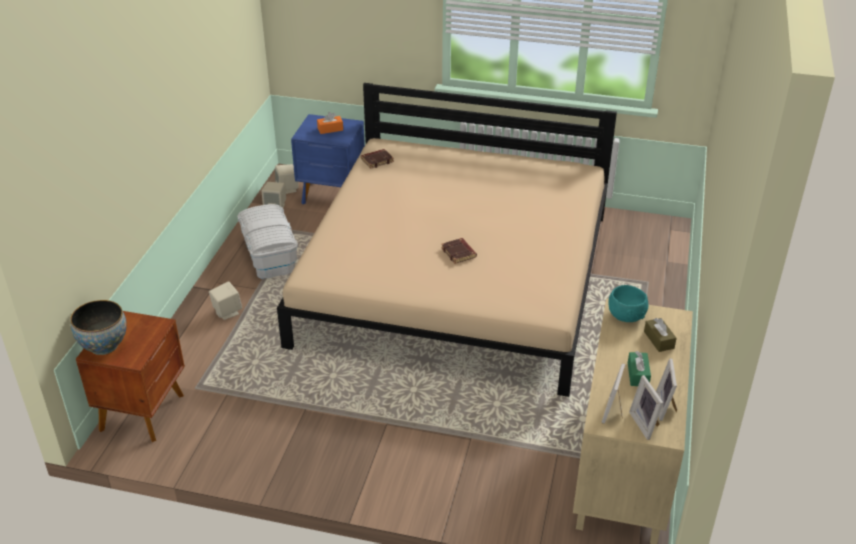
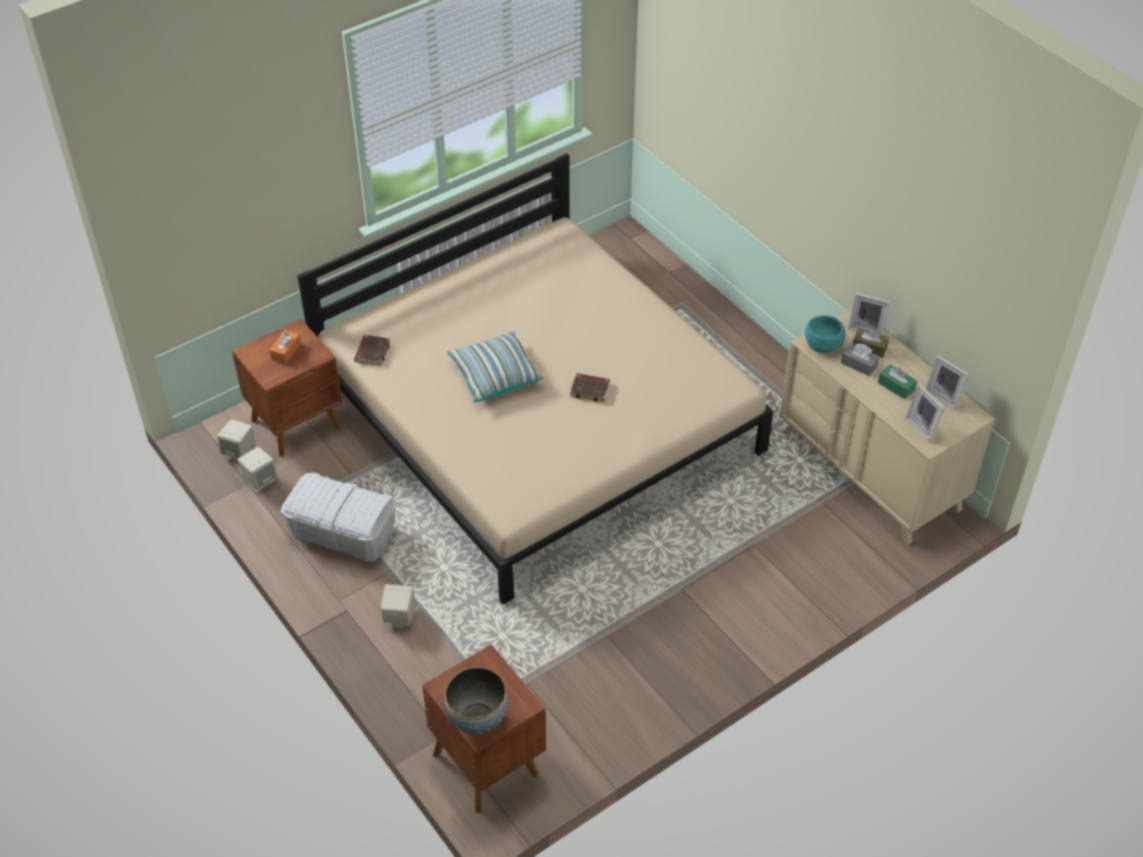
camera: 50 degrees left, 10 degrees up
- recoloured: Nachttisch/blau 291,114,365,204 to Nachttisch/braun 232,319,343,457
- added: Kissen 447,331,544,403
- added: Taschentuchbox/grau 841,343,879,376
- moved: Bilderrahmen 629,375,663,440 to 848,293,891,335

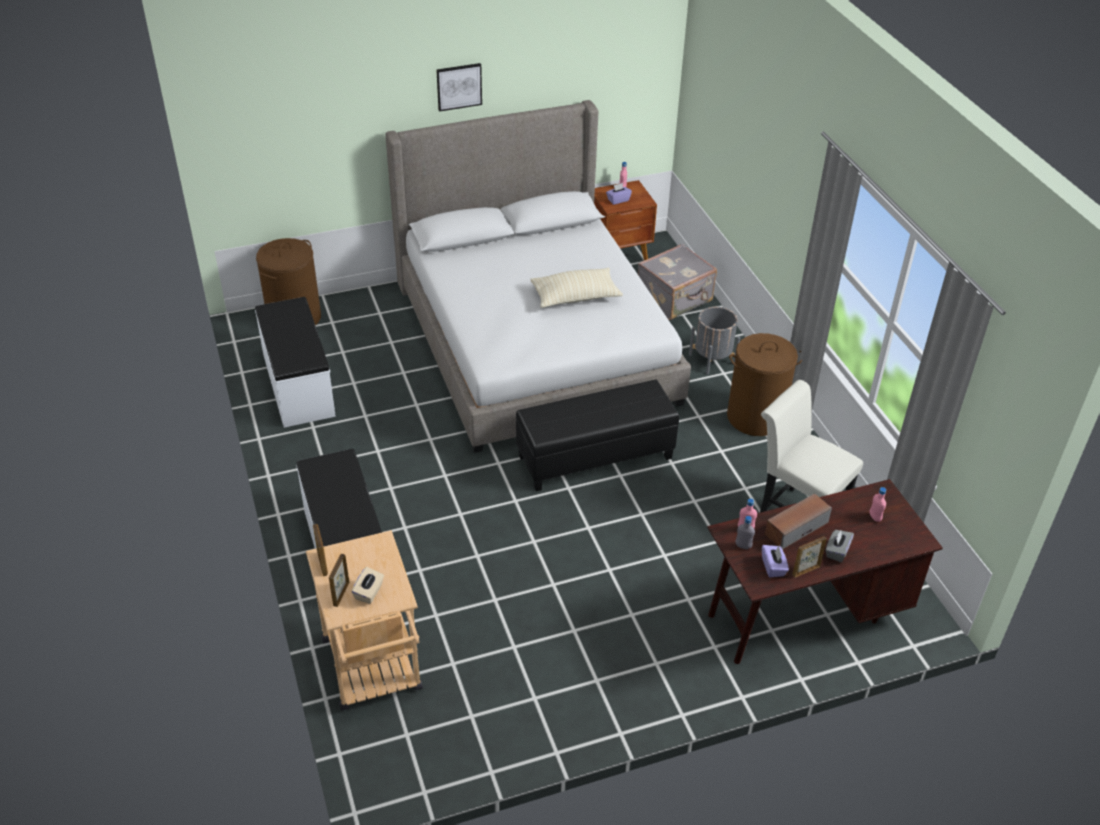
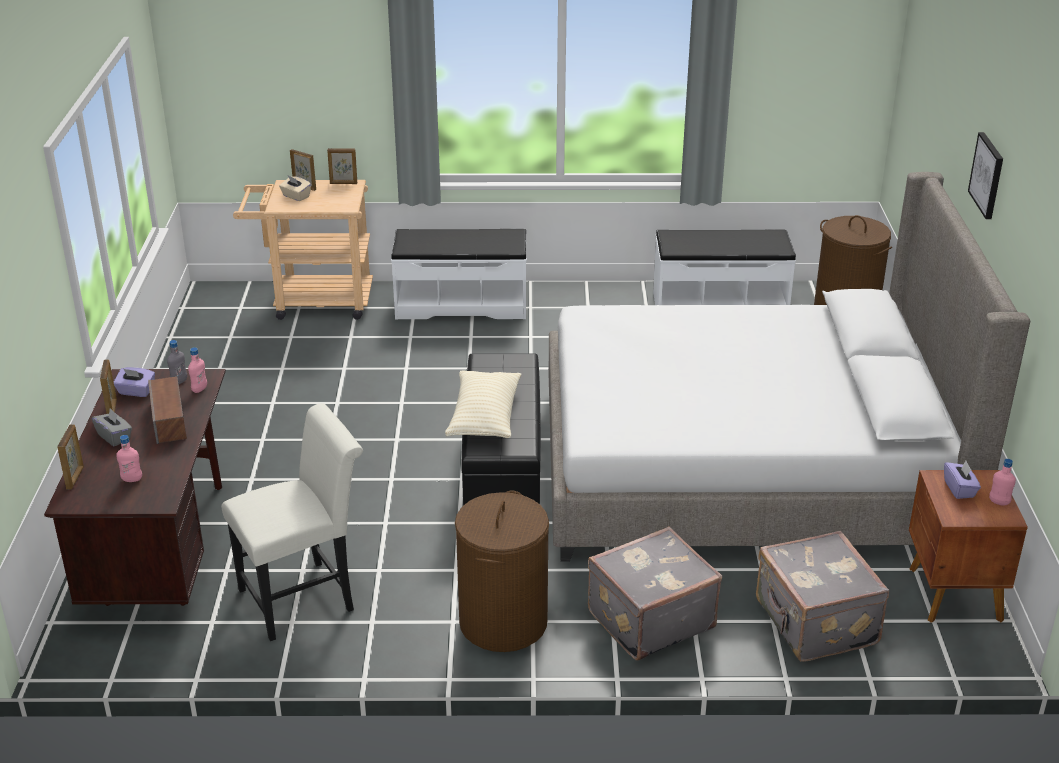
camera: 110 degrees right, 10 degrees down
- added: Bilderrahmen 57,424,84,490
- moved: Kissen/beige 530,268,623,308 to 445,370,521,438
- replaced: Pflanzkübel/grau 689,307,740,374 to Koffer/grau 588,526,722,661

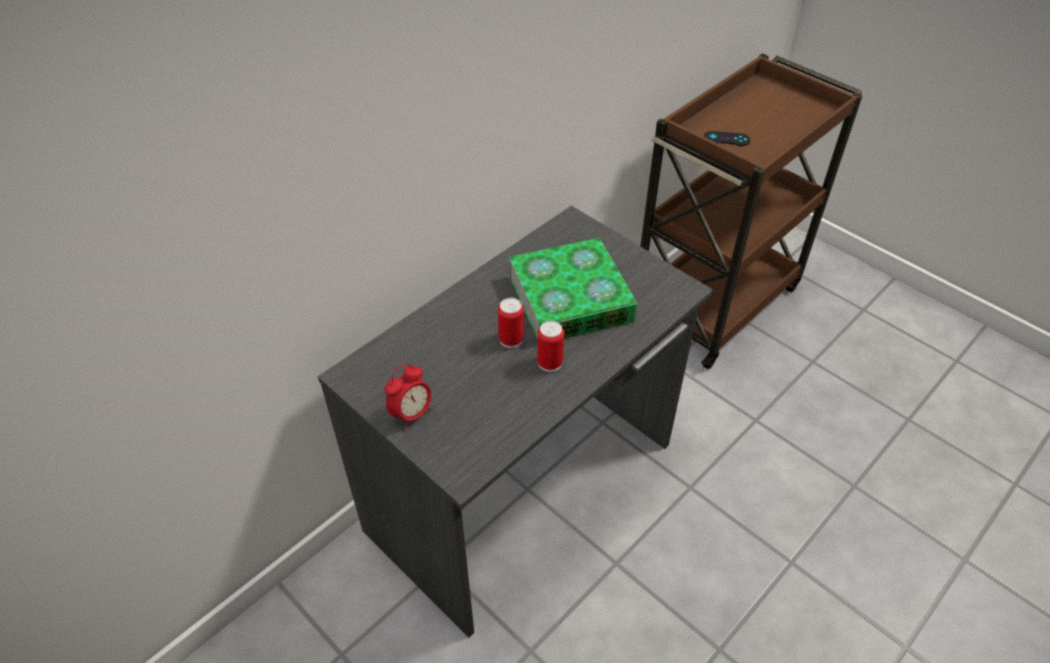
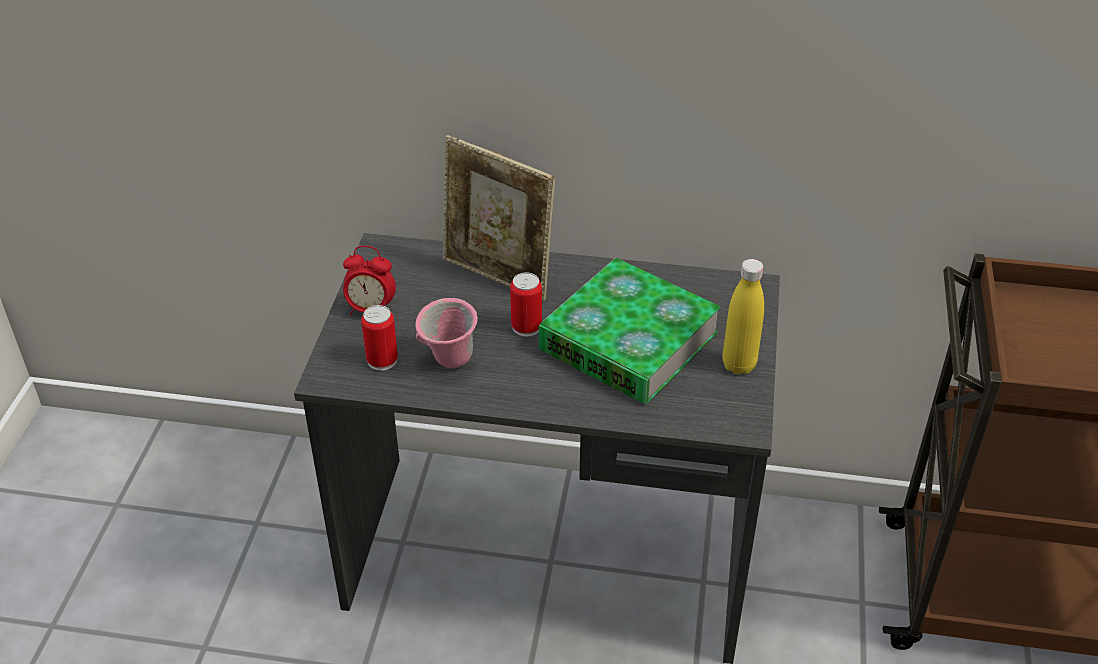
camera: 55 degrees right, 5 degrees down
- moved: Dose 537,321,564,372 to 361,305,398,371
- added: Henkelbecher/rosa 415,298,478,368
- added: Bilderrahmen 443,135,555,302
- added: Flasche/gelb 722,259,764,375
- removed: Gamepad/schwarz 704,131,751,146

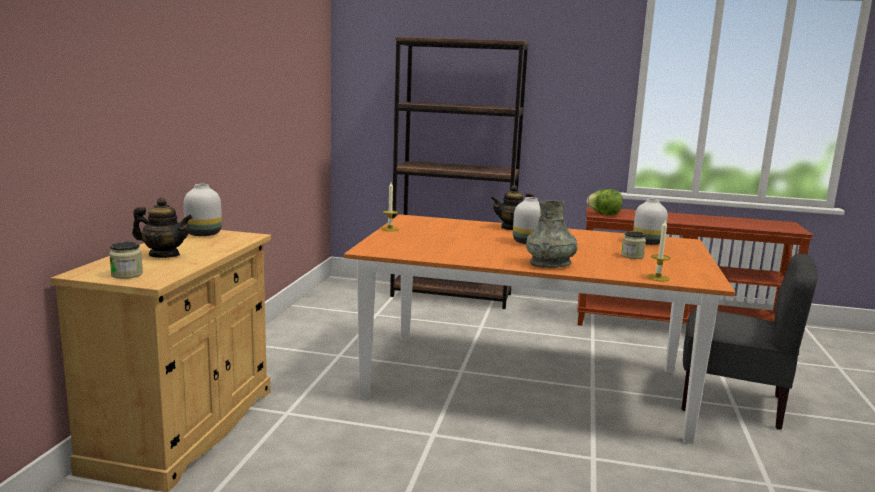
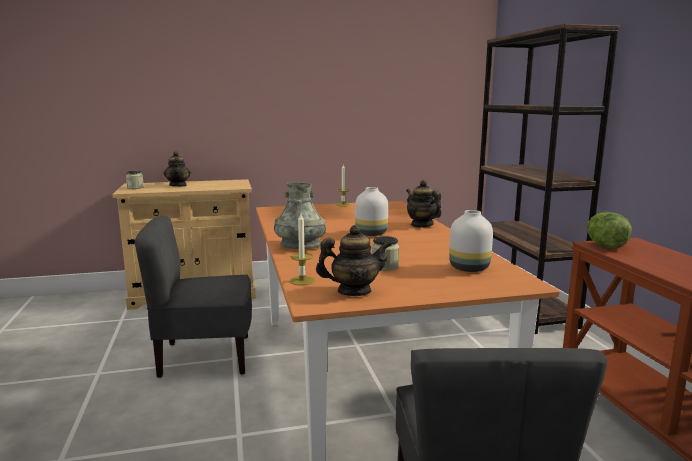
camera: 65 degrees right, 0 degrees up
- added: Stuhl/grau 134,216,252,378
- added: Teekanne 316,225,392,296
- removed: Vase/weiß 183,184,222,236

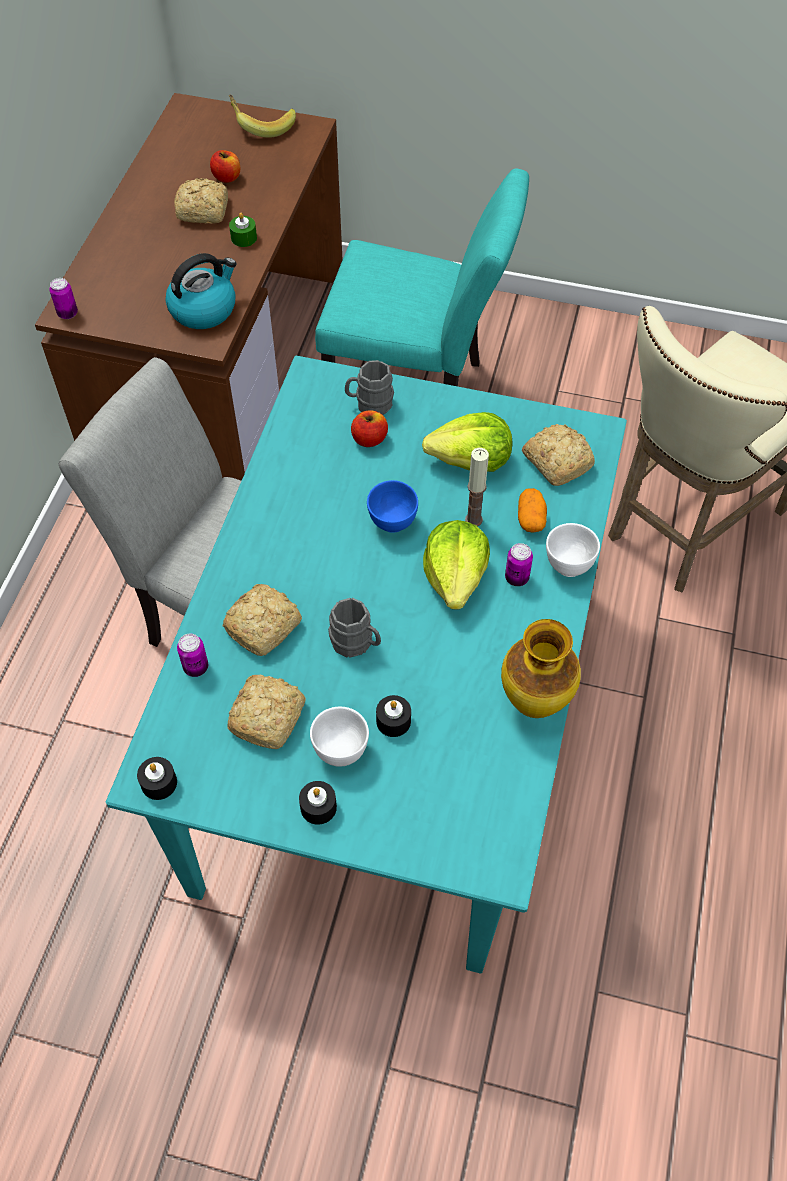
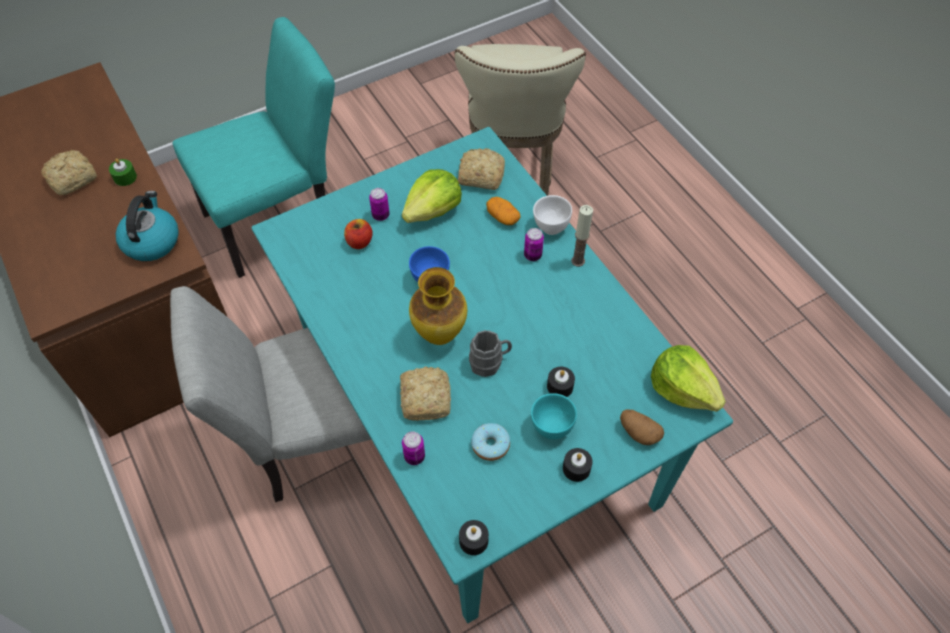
camera: 45 degrees left, 0 degrees up
- moved: Dose 49,278,78,319 to 369,188,389,221
- moved: Vase 501,619,581,718 to 409,267,467,345
- replaced: Brot 227,674,306,749 to Donut 471,423,510,461
- recoloured: Schüssel/weiß 310,707,369,767 to Schüssel/türkis 531,393,577,440
- moved: Kerze 465,448,489,527 to 571,205,593,267
- added: Kartoffel 620,410,664,445
- moved: Salatkopf 423,520,490,610 to 651,345,726,412
- removed: Apfel 210,150,240,183
- removed: Banane 229,95,296,138
- removed: Henkelbecher/grau 345,360,394,415

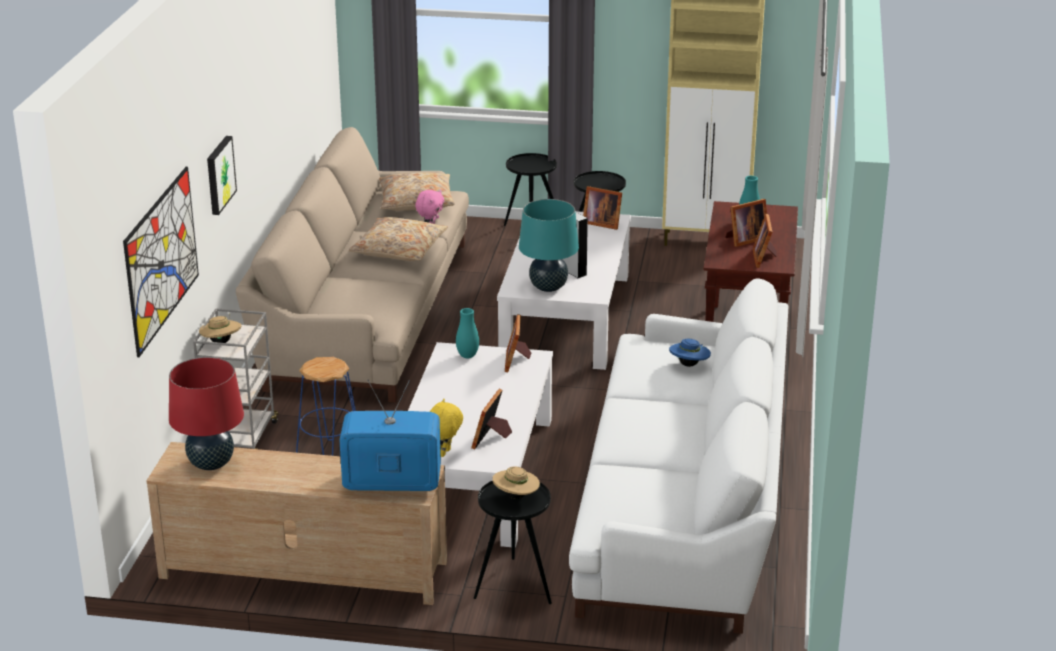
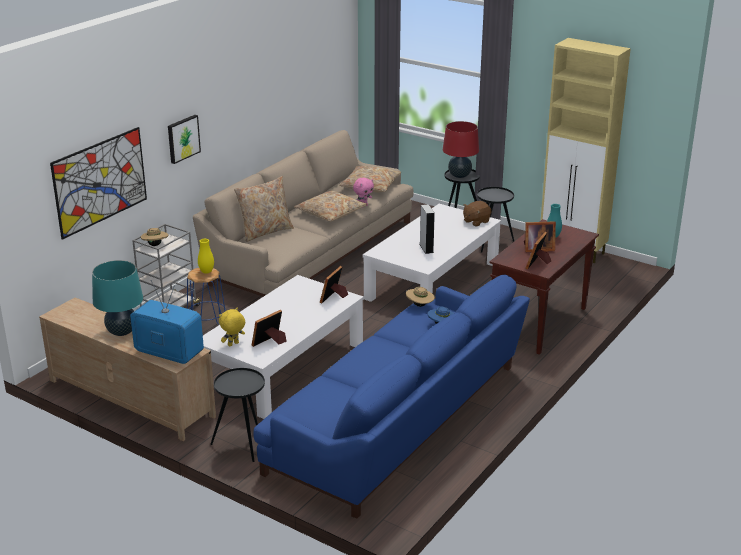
camera: 25 degrees right, 0 degrees up
- moved: Tischlampe/türkis 519,199,579,292 to 92,260,143,336
- added: Vase/gelb 198,239,214,274
- added: Kissen/beige 234,176,294,242
- recoloured: Sofa/weiß 569,278,788,634 to Sofa/blau 253,275,530,519
- moved: Hut/beige 492,466,540,499 to 406,287,435,307
- moved: Tischlampe/rot 169,357,244,470 to 443,121,479,178
- replaced: Bilderrahmen 583,186,622,230 to Plüschtier/braun 463,201,491,226
- removed: Vase/türkis 456,308,479,358

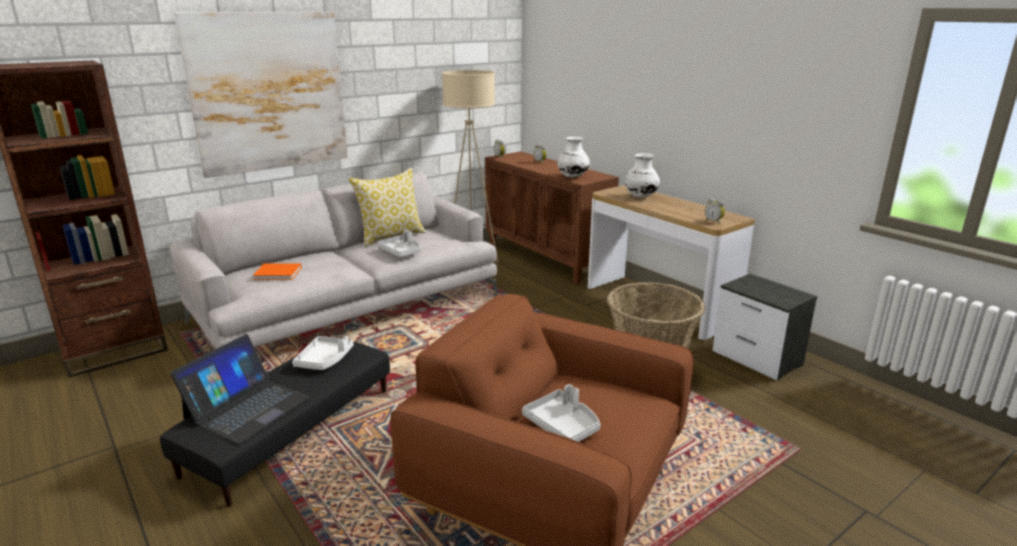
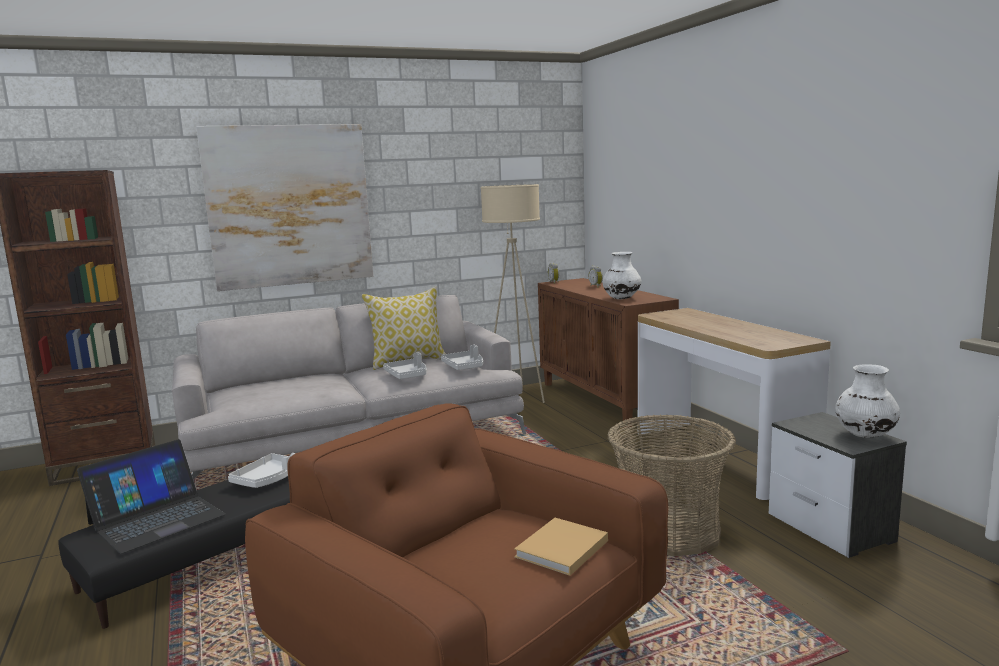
camera: 15 degrees right, 10 degrees down
- moved: Tablett/grau 522,384,600,442 to 441,344,483,370
- added: Buch/beige 514,518,608,576
- moved: Vase/weiß 624,153,660,198 to 835,364,900,438
- removed: Buch/orange 253,263,302,280
- removed: Wecker 705,198,725,224

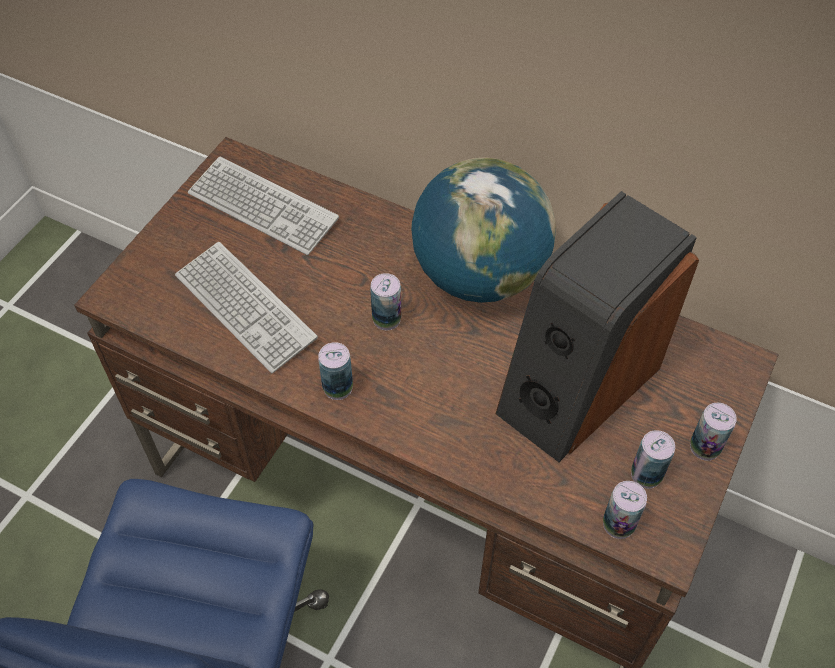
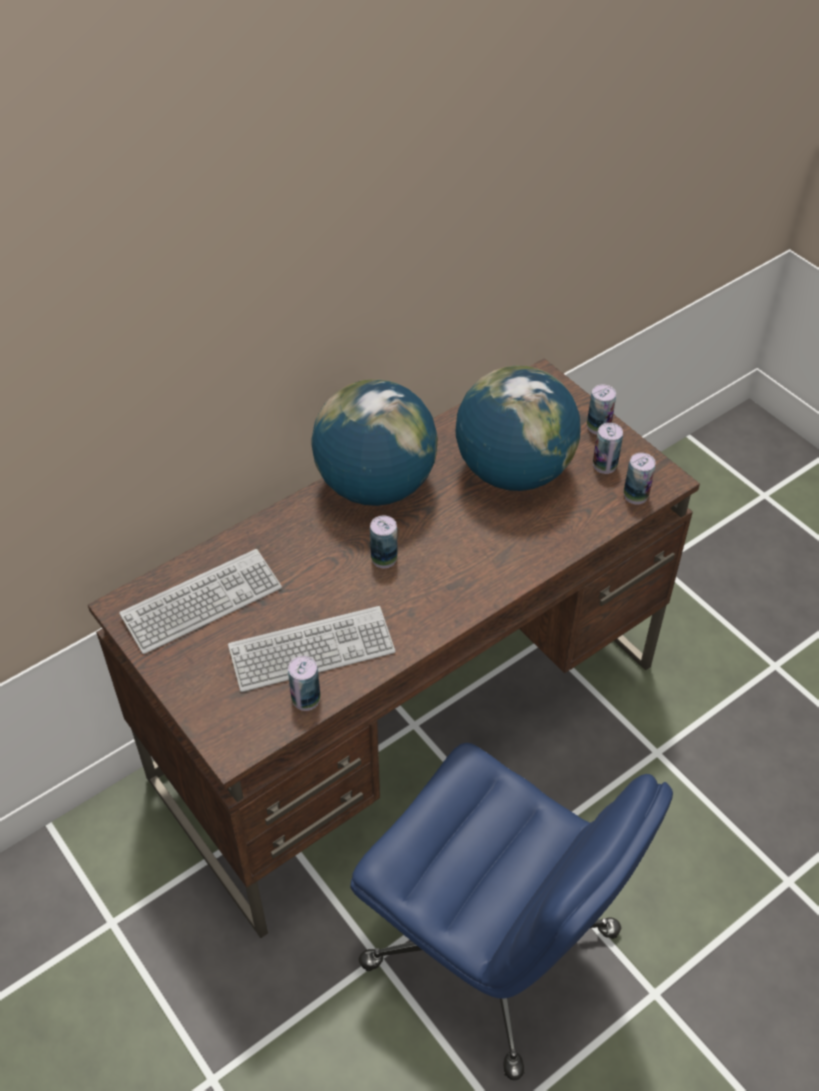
camera: 65 degrees left, 5 degrees down
- moved: Dose 318,342,353,400 to 288,656,320,711
- replaced: Lautsprecher 495,191,699,462 to Globus 456,366,580,491

